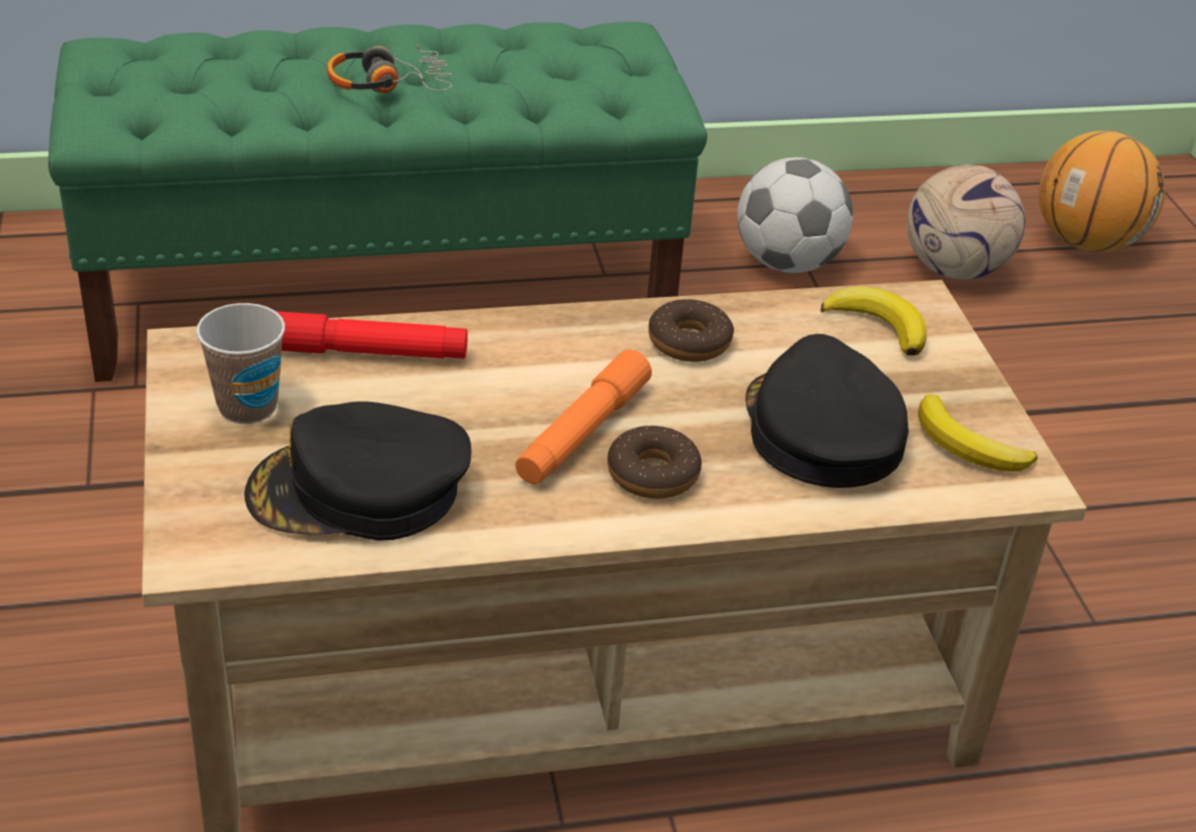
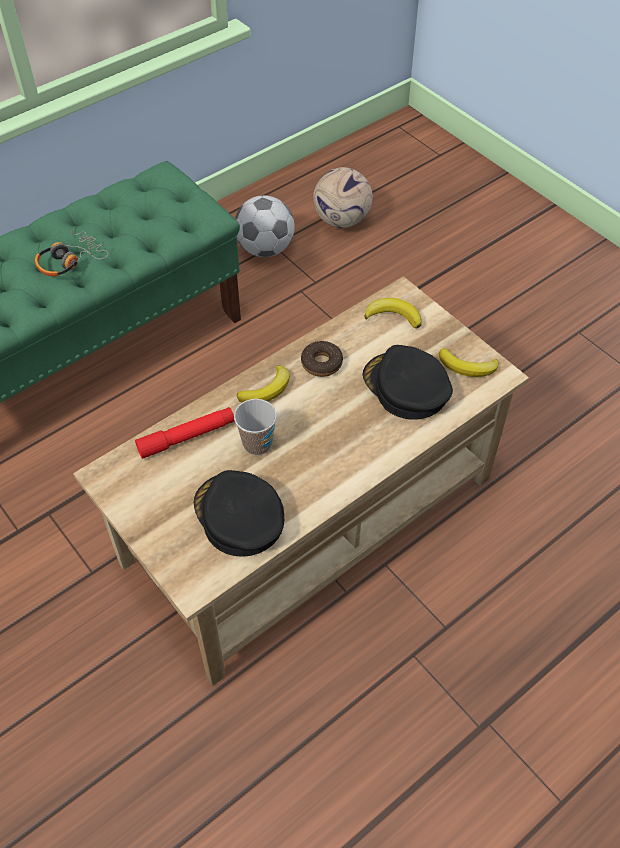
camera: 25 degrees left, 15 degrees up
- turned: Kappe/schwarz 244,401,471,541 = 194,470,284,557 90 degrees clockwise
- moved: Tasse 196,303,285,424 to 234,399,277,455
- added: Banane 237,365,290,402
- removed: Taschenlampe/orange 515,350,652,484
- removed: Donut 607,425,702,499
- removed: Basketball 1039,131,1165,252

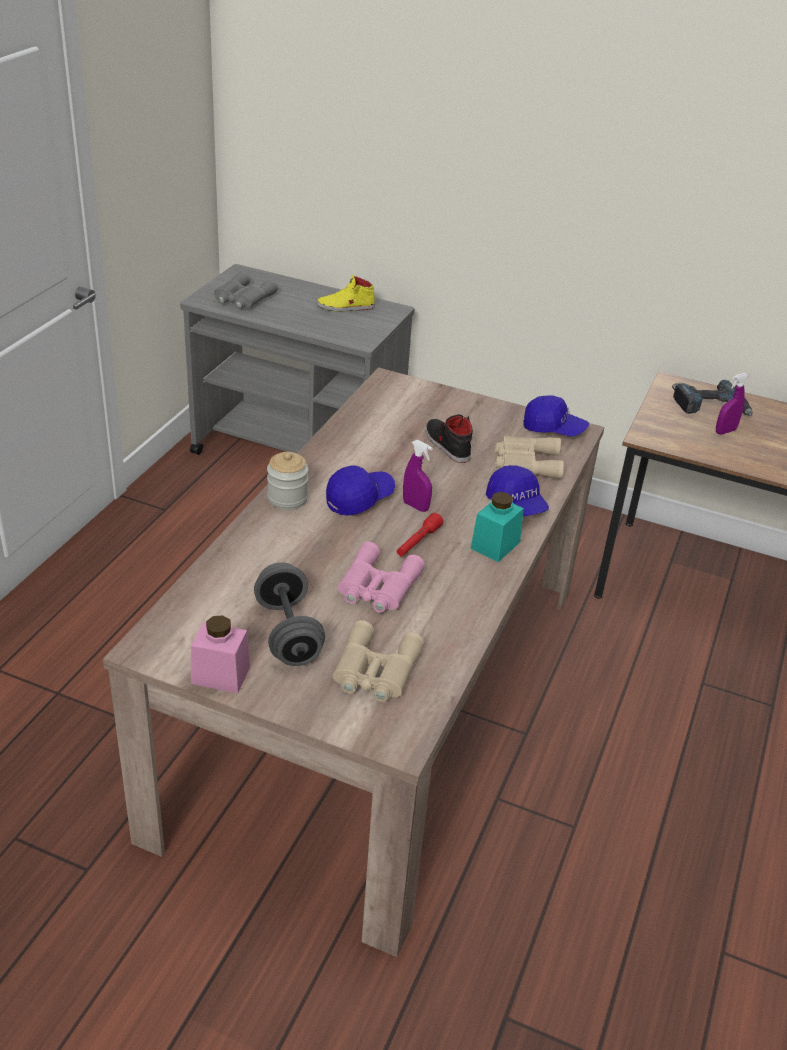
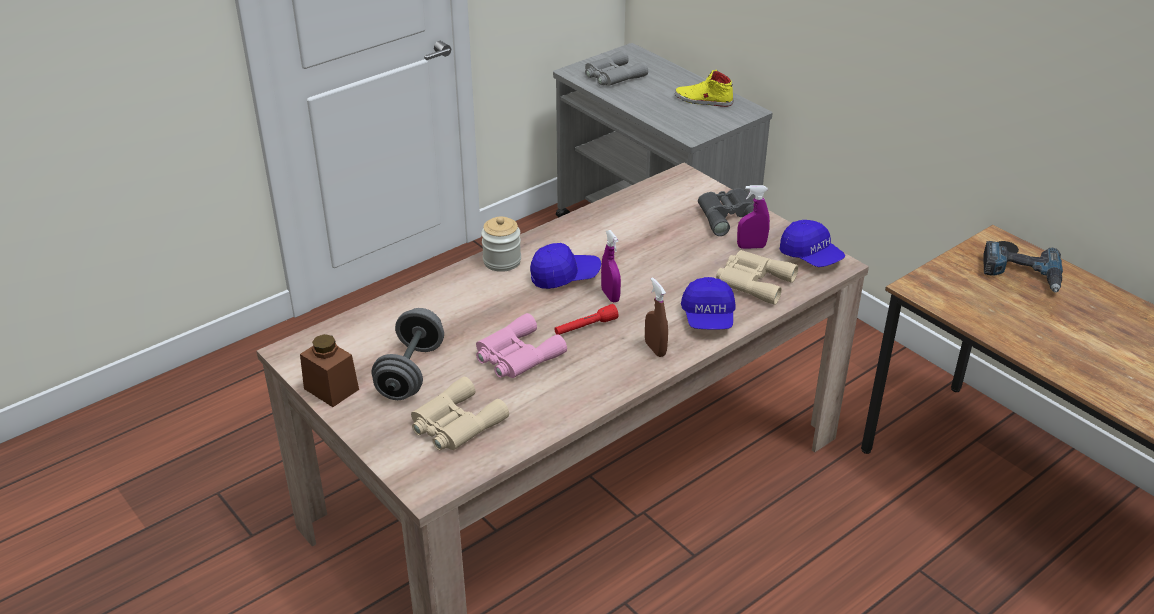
camera: 30 degrees right, 0 degrees up
- recoloured: Vorratsglas/rosa 191,615,250,693 to Vorratsglas/braun 300,334,359,407
- replaced: Vorratsglas/türkis 471,492,524,562 to Sprühflasche/braun 645,277,668,357
- added: Fernglas/grau 698,188,754,236
- moved: Sprühflasche/lila 716,373,749,435 to 737,185,770,249
- removed: Schuh/schwarz 426,414,473,463

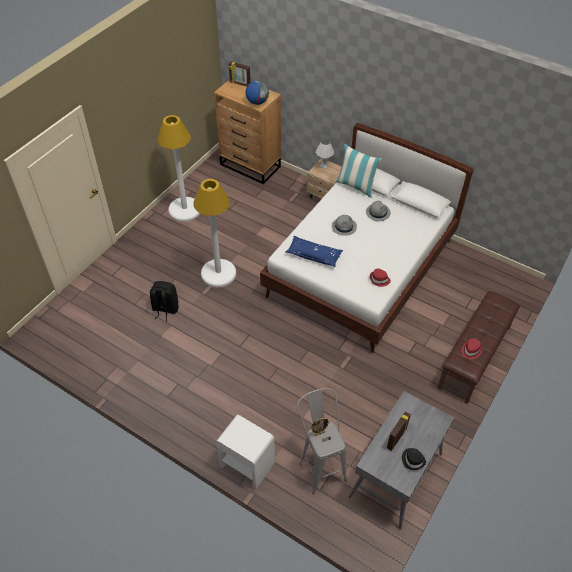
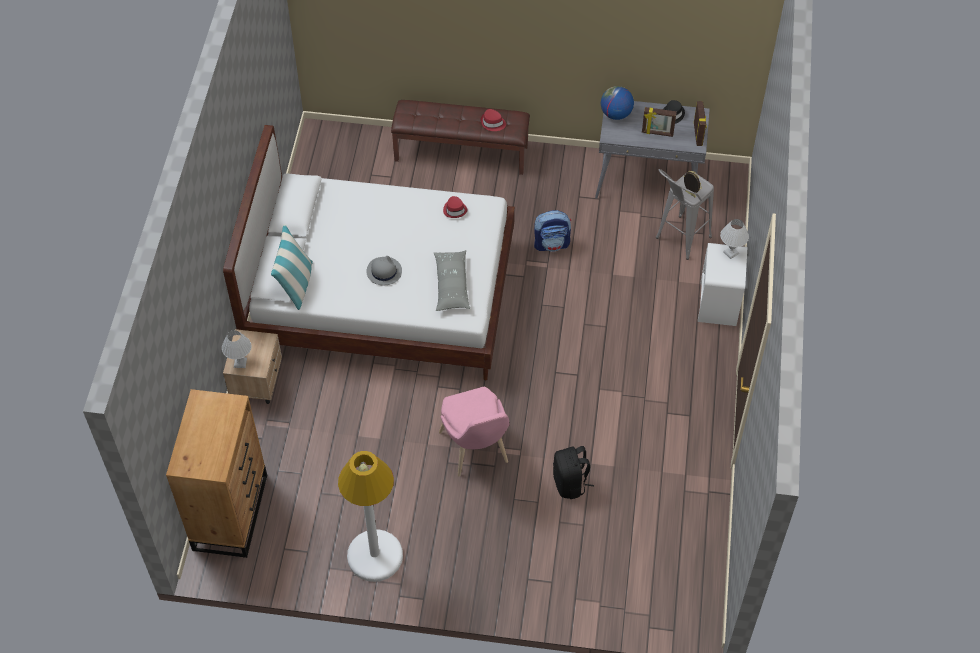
camera: 115 degrees left, 5 degrees up
- recoloured: Kissen/blau 286,236,343,267 to Kissen/grau 434,250,470,311
- replaced: Stehlampe/weiß 193,179,236,287 to Stuhl/rosa 439,387,509,477
- added: Rucksack 534,210,571,252
- moved: Globus 245,81,269,105 to 601,86,634,120
- moved: Bilderrahmen 229,61,250,86 to 694,101,707,146
- added: Tischlampe/weiß 720,219,749,259
- removed: Hut/grau 366,201,391,221

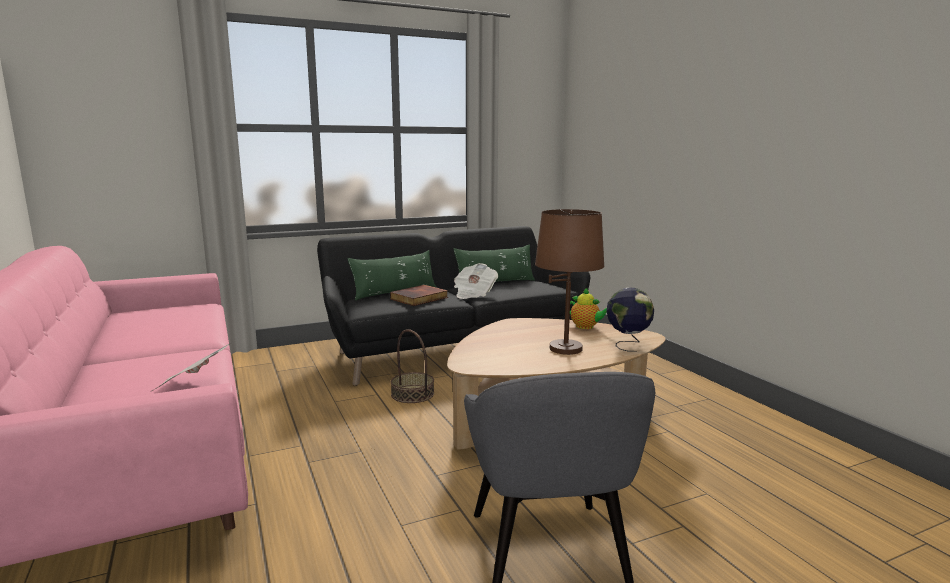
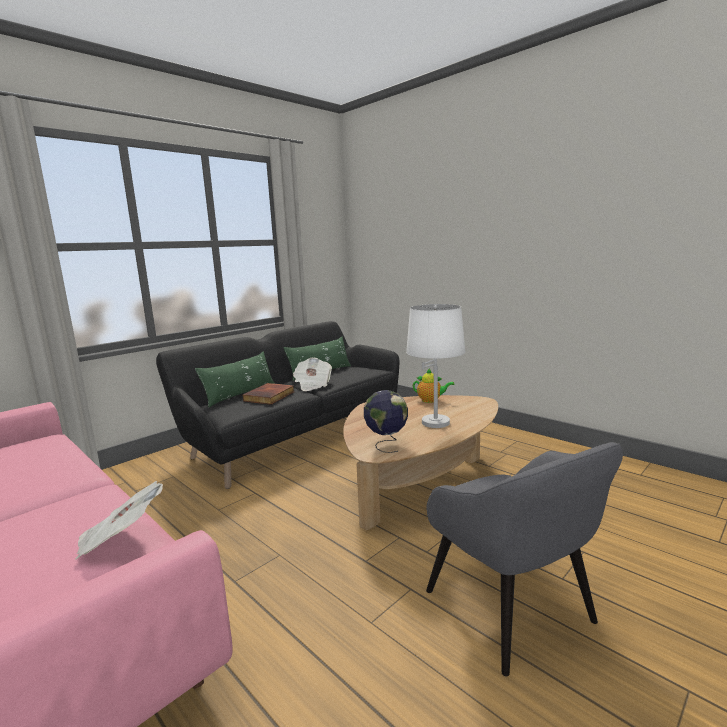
camera: 20 degrees left, 0 degrees up
- moved: Globus 606,288,654,352 to 364,390,408,453
- recoloured: Tischlampe/braun 535,209,604,355 to Tischlampe/weiß 406,304,465,428
- removed: Korb 391,329,434,403

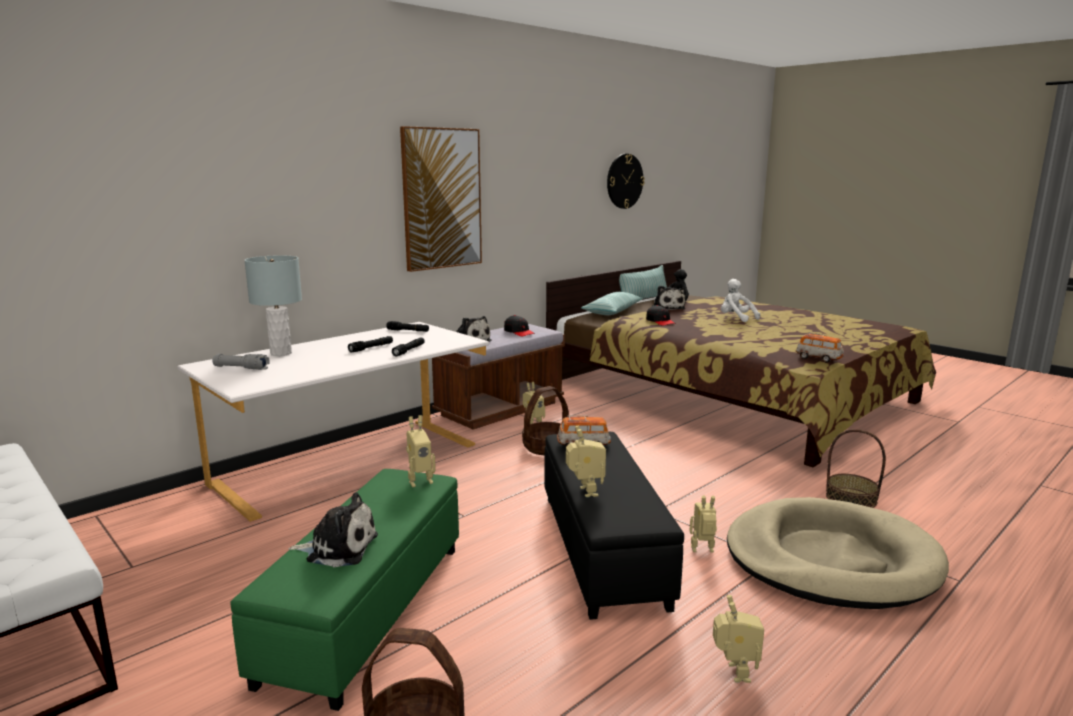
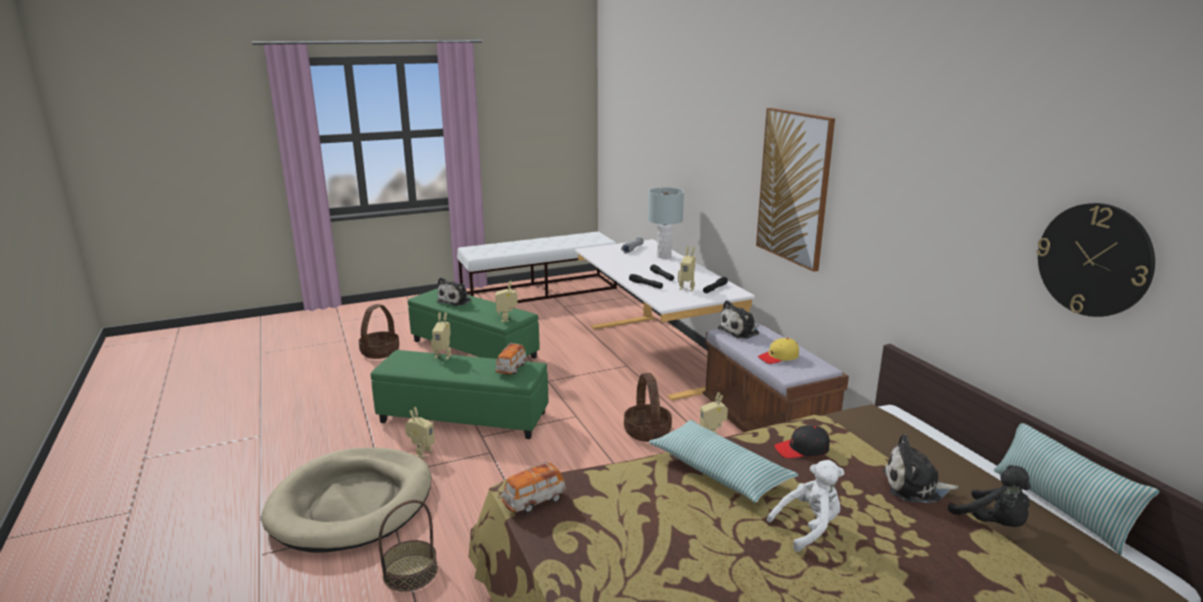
camera: 110 degrees right, 5 degrees up
- recoloured: Polsterhocker/schwarz 544,432,684,620 to Polsterhocker/grün 371,350,548,439
- moved: Kissen 581,292,643,315 to 649,420,798,503
- moved: Spielzeugroboter 713,595,764,683 to 678,246,696,291
- recoloured: Kappe/schwarz 504,315,535,337 to Kappe/gelb 758,338,799,364

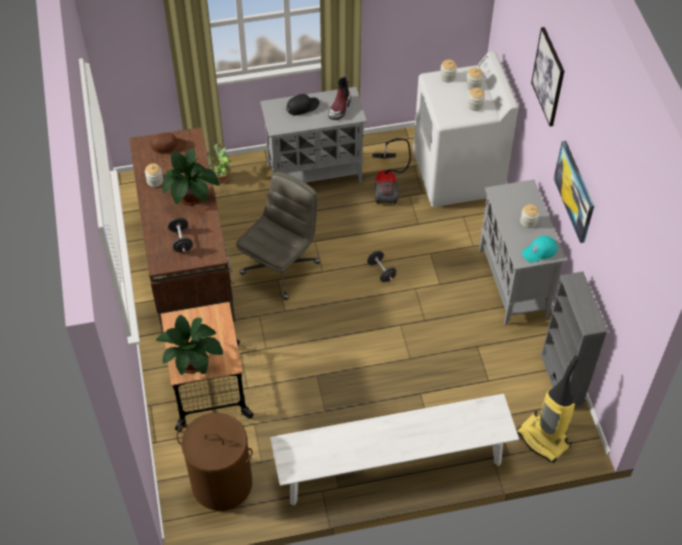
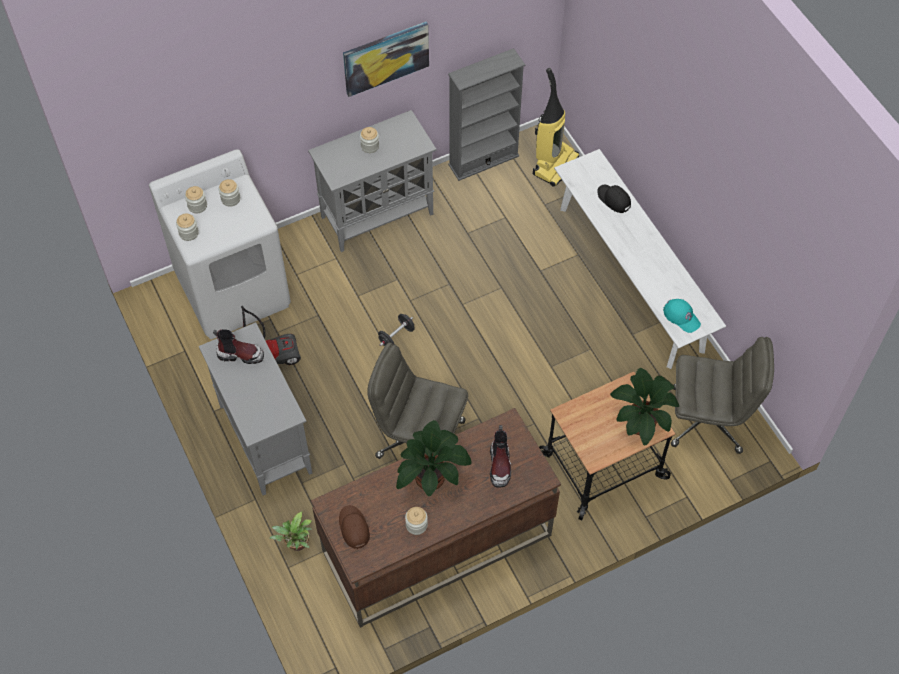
camera: 105 degrees left, 5 degrees up
- replaced: Hantel/schwarz 168,218,193,252 to Stiefel 490,425,511,488
- moved: Kappe/schwarz 286,94,320,115 to 597,185,631,213
- moved: Kappe/türkis 521,236,557,263 to 663,299,701,333
- replaced: Wäschekorb/braun 176,413,253,511 to Bürostuhl/grau 671,337,774,454
- removed: Bild 531,27,564,126

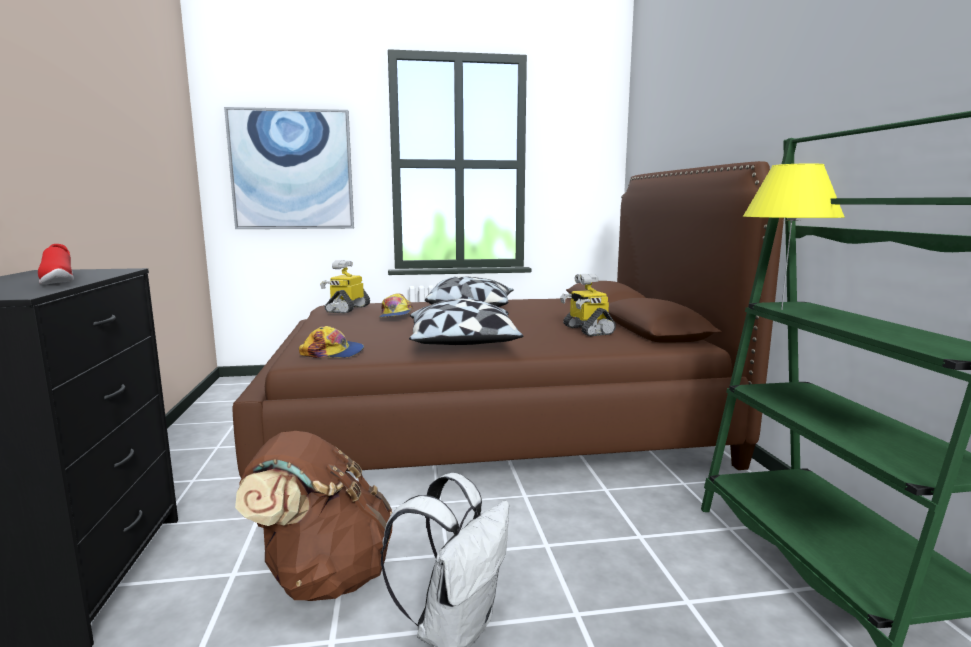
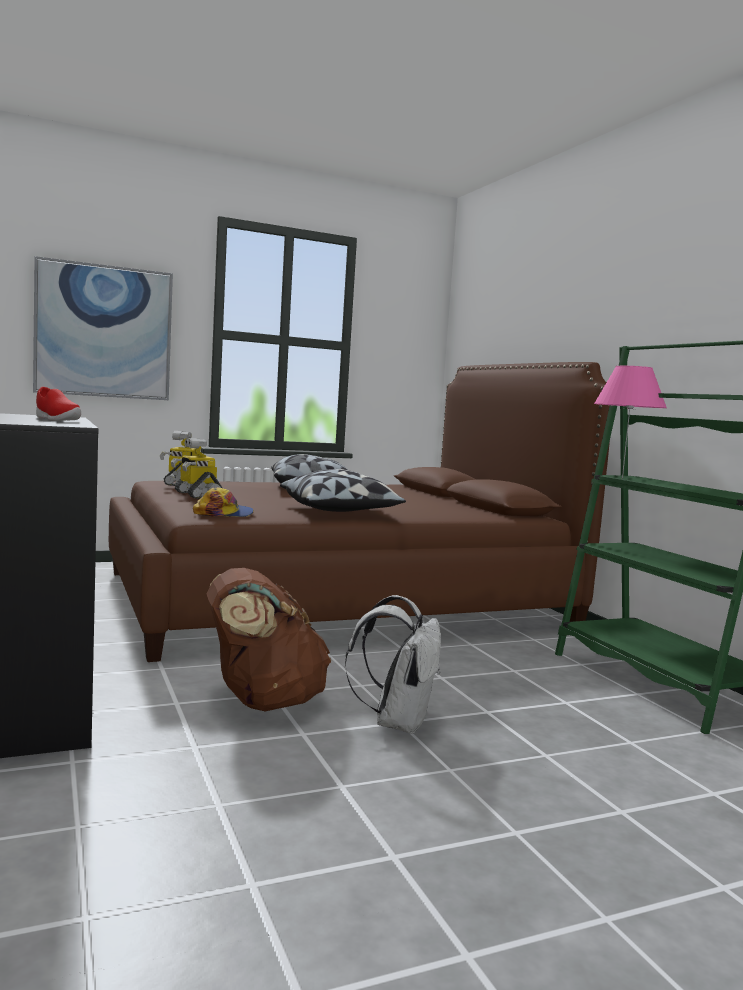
camera: 15 degrees left, 5 degrees down
- moved: Spielzeugroboter 560,274,616,336 to 171,438,222,499
- recoloured: Tischlampe/gelb 743,163,845,310 to Tischlampe/rosa 594,366,667,478
- removed: Kappe 379,293,413,317

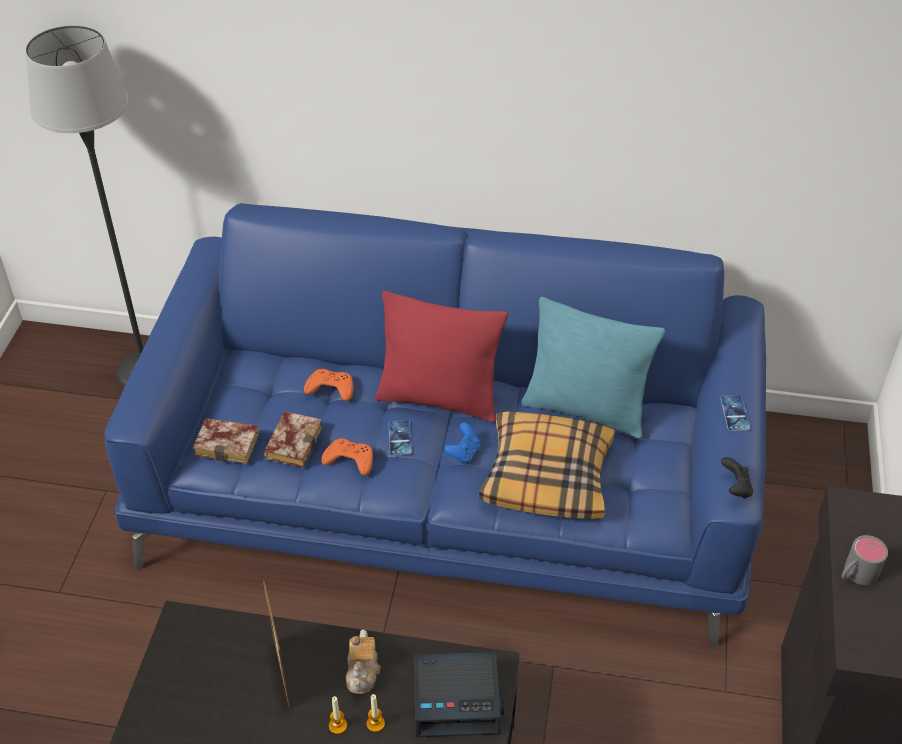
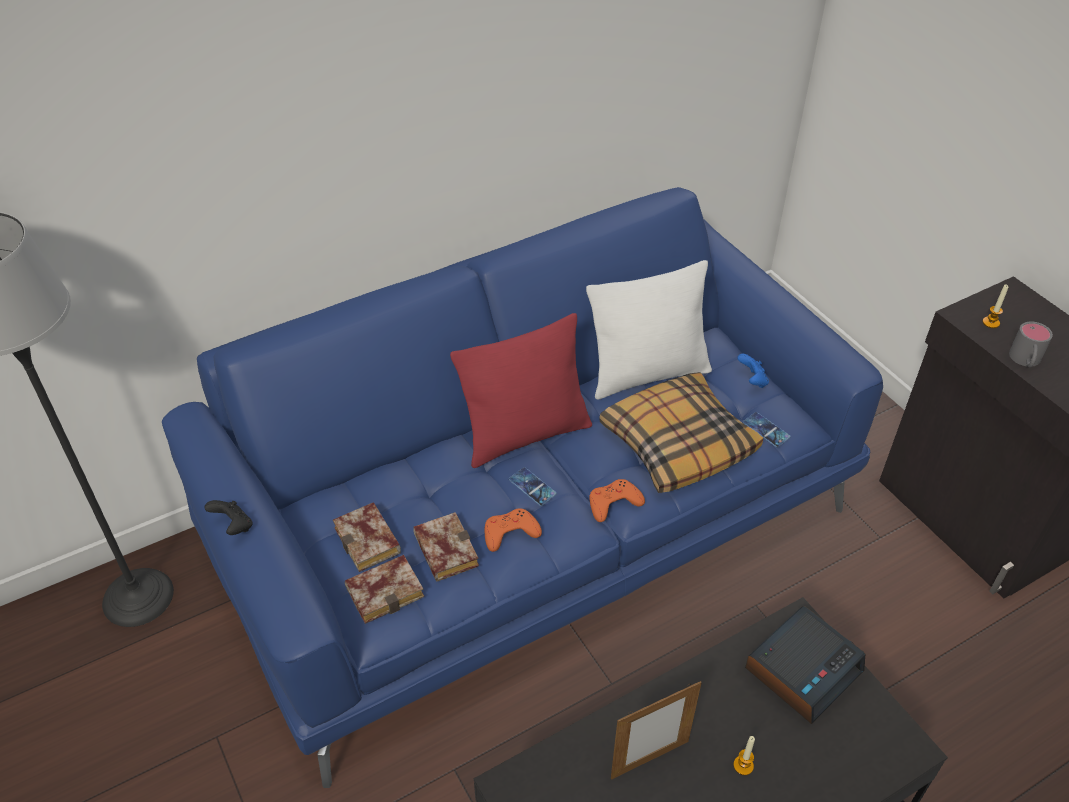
camera: 40 degrees left, 0 degrees up
- moved: Gamepad/schwarz 721,457,753,499 to 204,500,253,535
- added: Buch 333,502,401,572
- recoloured: Kissen/türkis 521,297,665,439 to Kissen/weiß 586,260,712,400
- moved: Gamepad/orange 304,369,353,401 to 589,479,645,522
- turned: Bilderrahmen 263,581,290,708 = 611,681,702,780 60 degrees counterclockwise
- moved: Gamepad/blau 444,423,480,464 to 737,354,769,388
- moved: Handy 720,395,750,431 to 743,412,791,447
- moved: Kerze 366,694,385,732 to 983,284,1009,328
- removed: Teekanne 346,629,380,694

